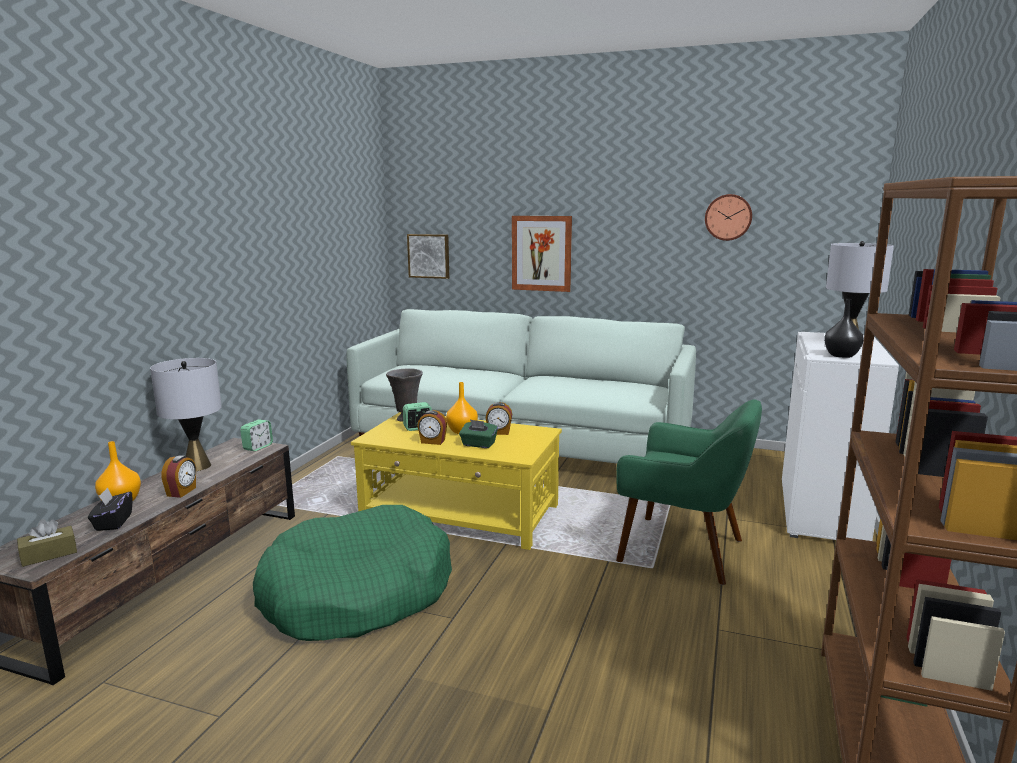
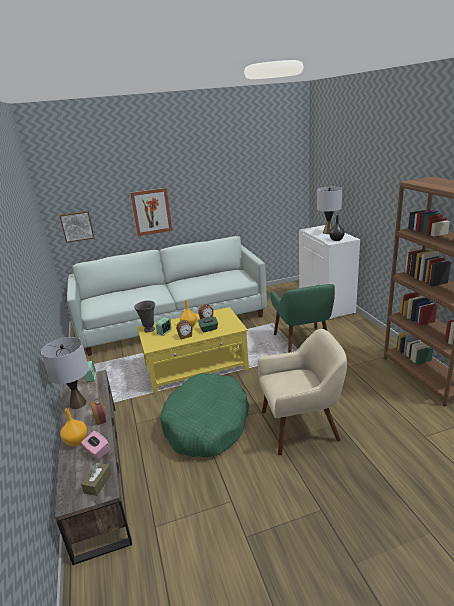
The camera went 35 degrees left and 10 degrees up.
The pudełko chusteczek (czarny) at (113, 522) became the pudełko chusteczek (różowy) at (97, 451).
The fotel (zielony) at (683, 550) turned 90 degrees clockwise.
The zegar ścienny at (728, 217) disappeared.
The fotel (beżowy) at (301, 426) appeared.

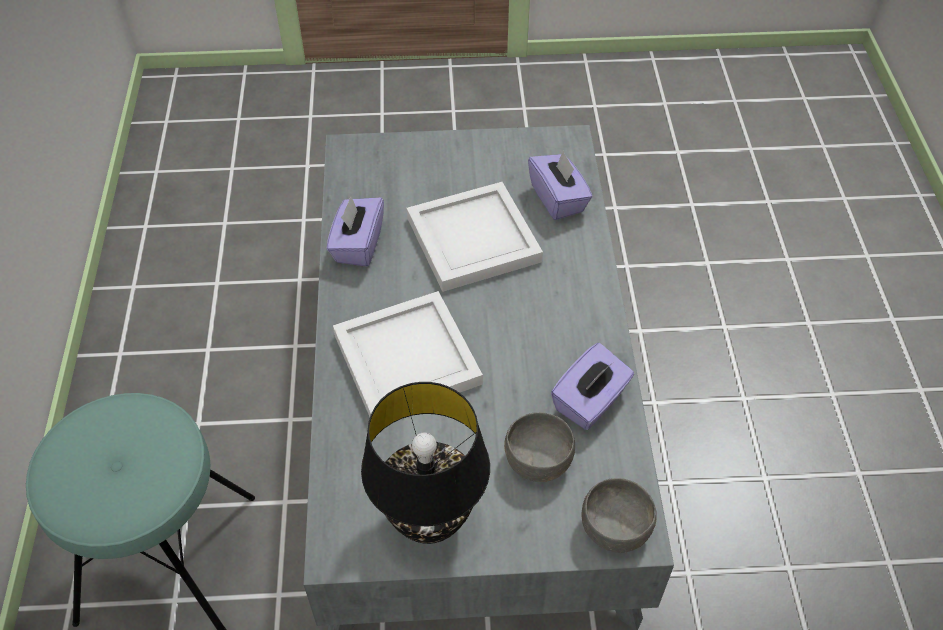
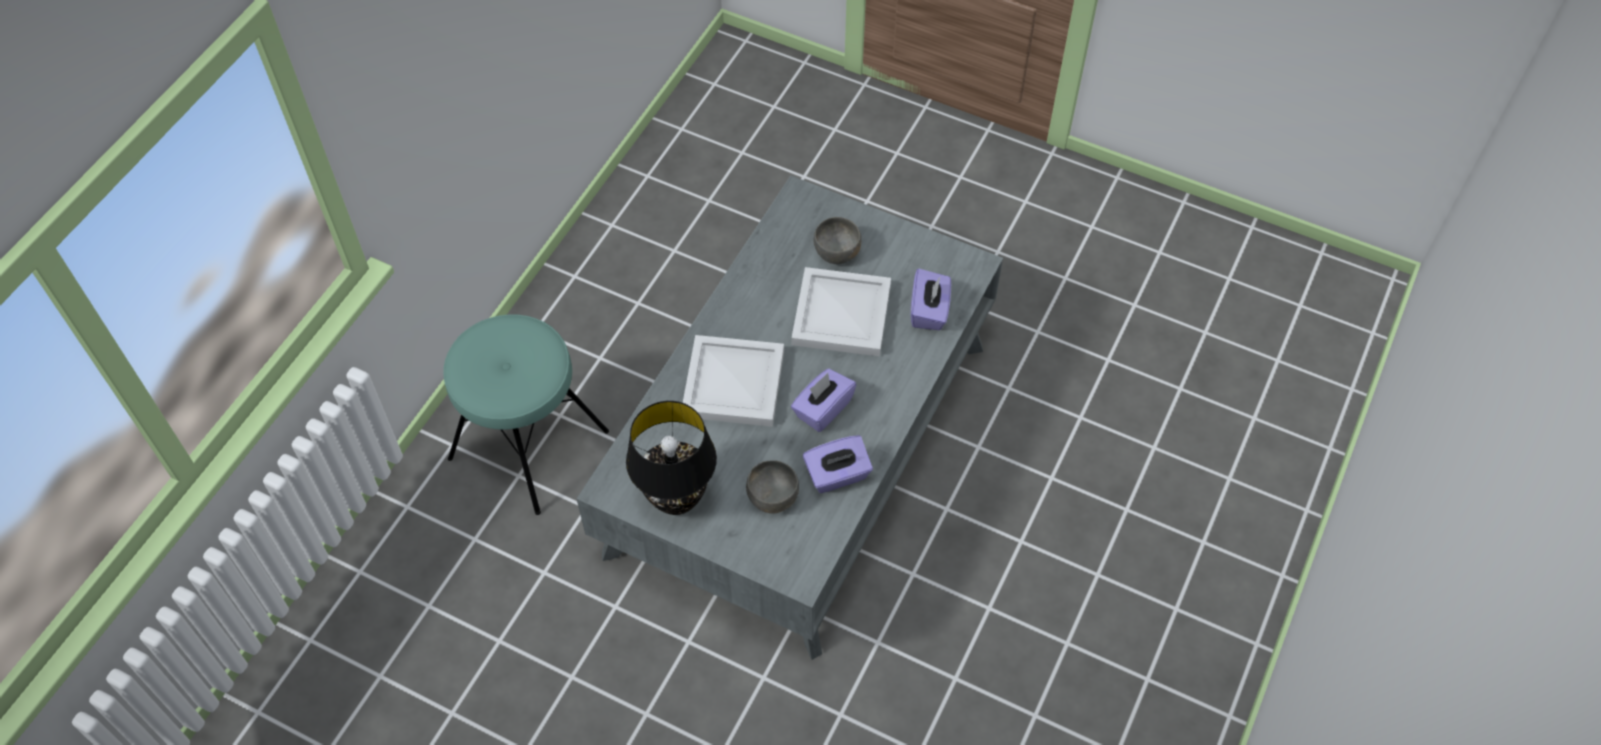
The camera went 30 degrees right and 5 degrees up.
The pudełko chusteczek (fioletowy) moved from (357, 245) to (822, 409).
The miska (szary) moved from (616, 528) to (837, 252).

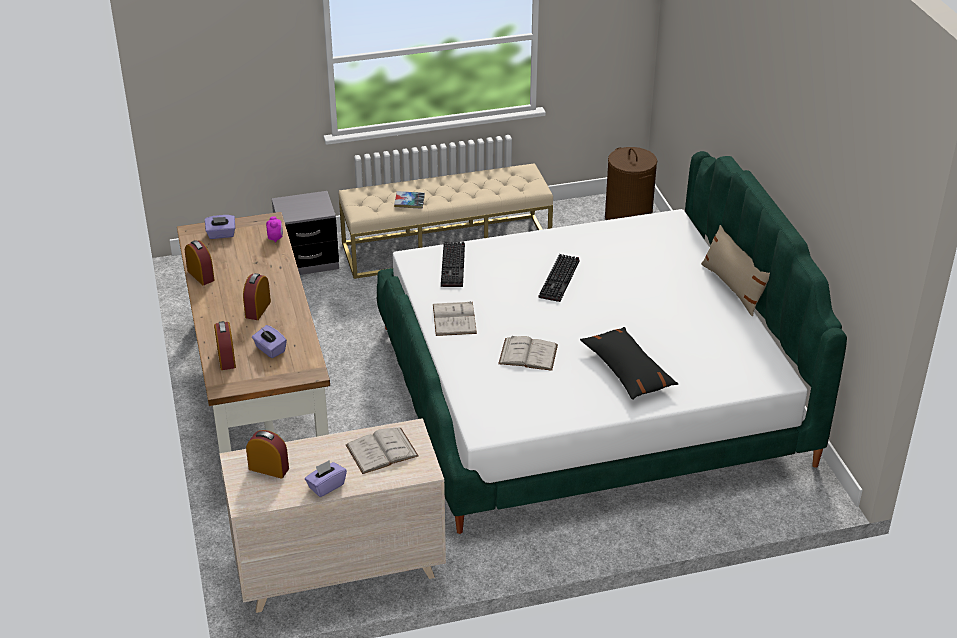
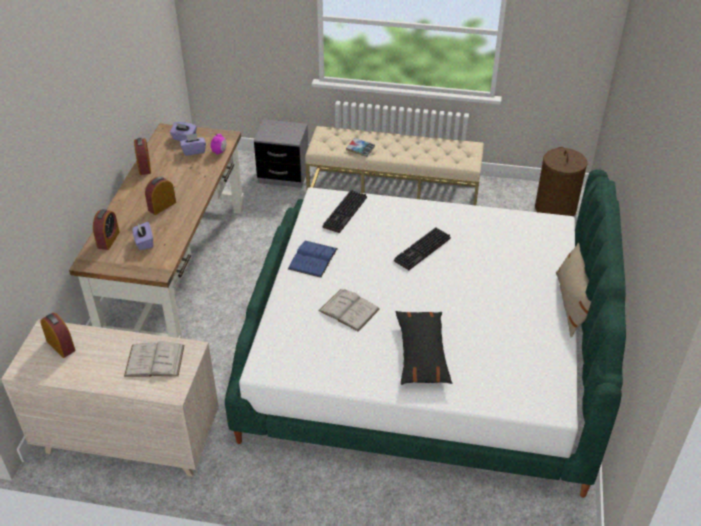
The camera went 25 degrees right and 5 degrees up.
The pudełko chusteczek (fioletowy) moved from (326, 486) to (194, 151).
The książka (biały) at (454, 318) became the książka (niebieski) at (313, 259).

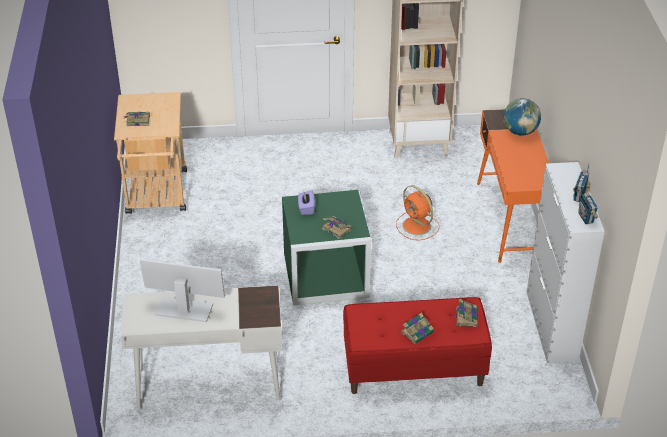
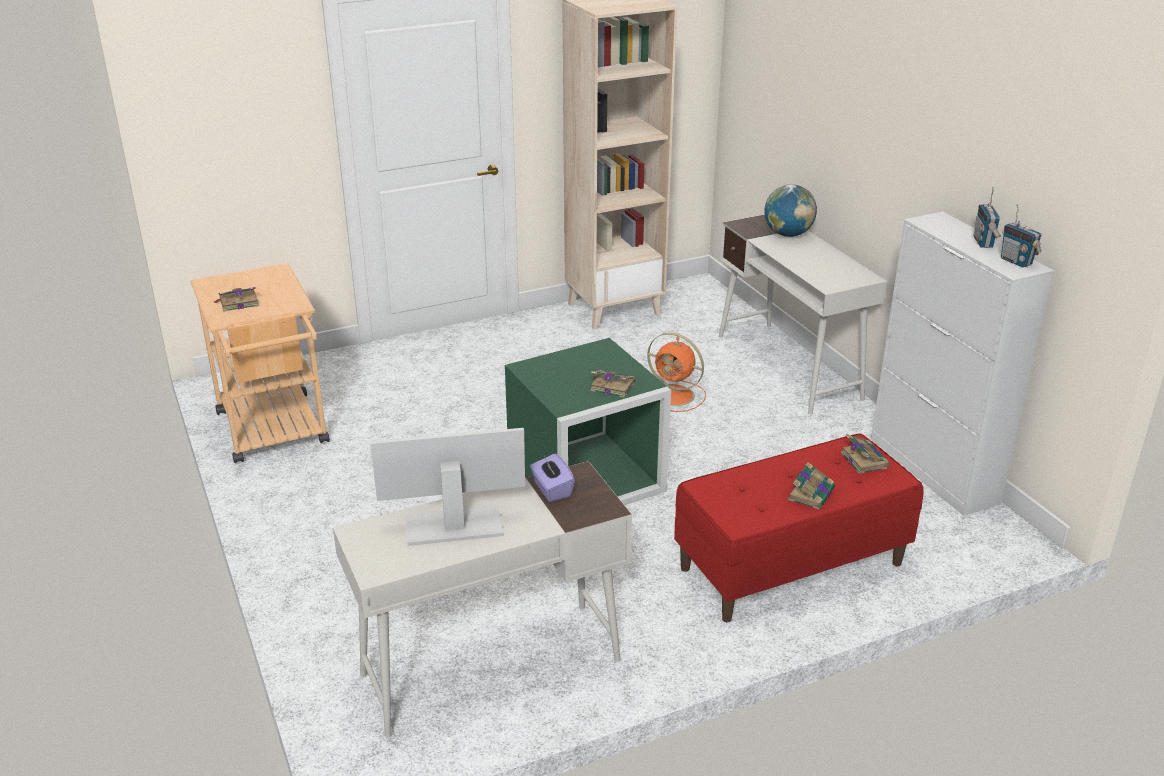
The camera went 20 degrees left and 10 degrees down.
The pudełko chusteczek (fioletowy) moved from (306, 208) to (551, 490).
The biurko (pomarańczowy) at (509, 220) became the biurko (biały) at (788, 367).

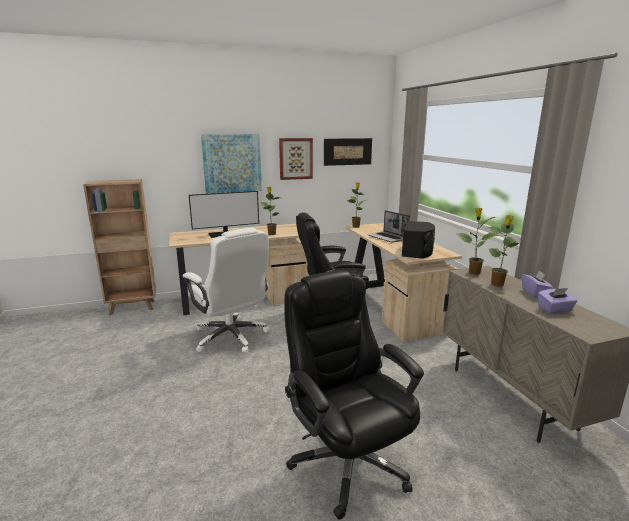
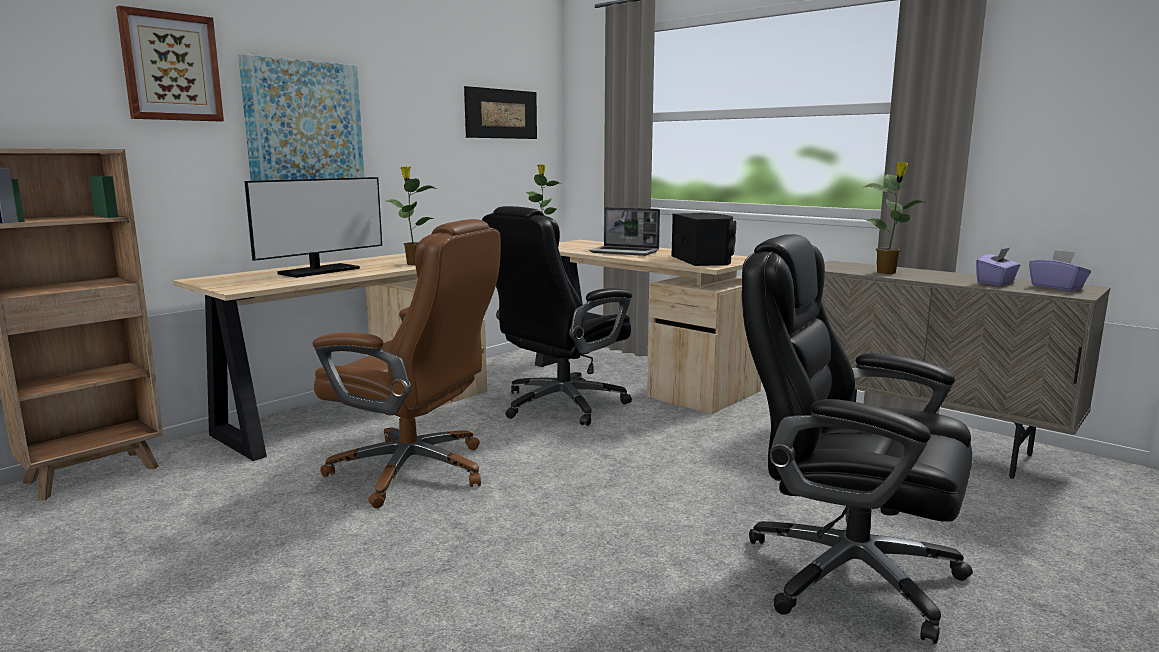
The camera went 30 degrees left and 5 degrees down.
The krzesło biurowe (biały) at (231, 337) became the krzesło biurowe (brązowy) at (414, 471).
The obraz moved from (295, 158) to (171, 67).
The roślina doniczkowa at (473, 272) disappeared.
The pudełko chusteczek (fioletowy) moved from (535, 293) to (1056, 287).

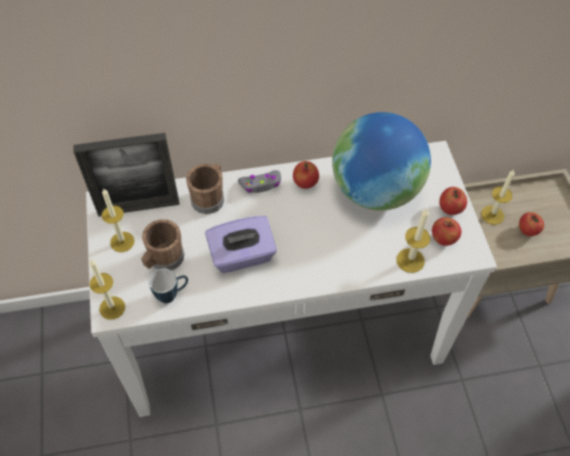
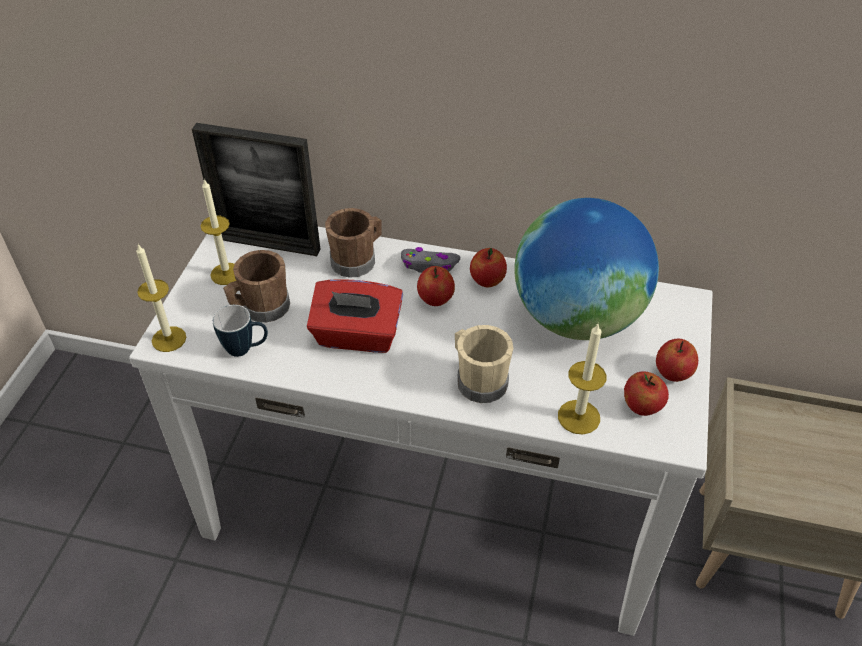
The camera went 25 degrees right and 10 degrees down.
The pudełko chusteczek (fioletowy) at (242, 256) became the pudełko chusteczek (czerwony) at (357, 336).
The świeca at (492, 215) disappeared.
The jabłko moved from (527, 231) to (435, 300).
The kubek (beżowy) at (478, 380) appeared.

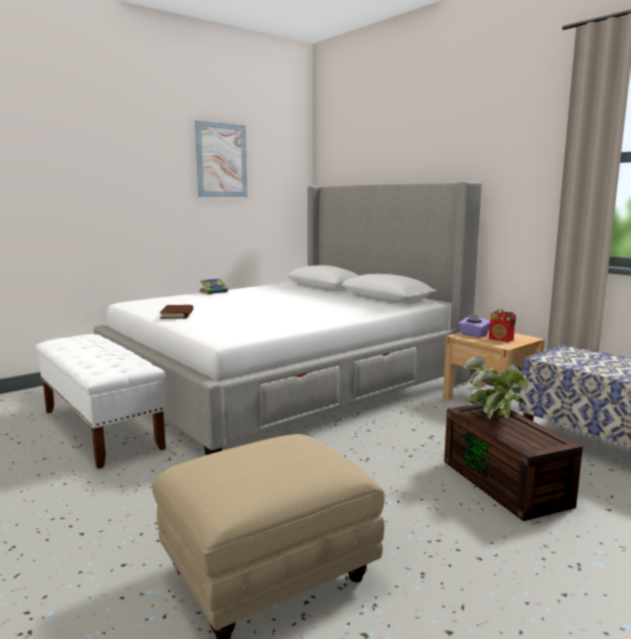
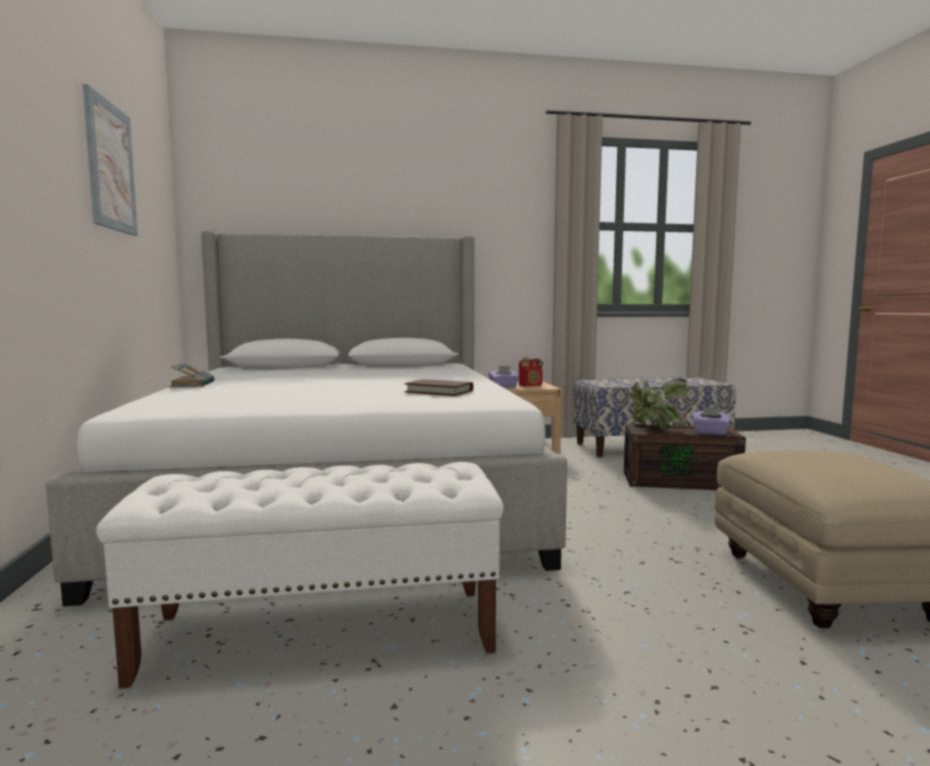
The camera went 60 degrees left and 5 degrees down.
The książka (brązowy) moved from (177, 314) to (439, 391).
The pudełko chusteczek (fioletowy) at (709, 432) appeared.

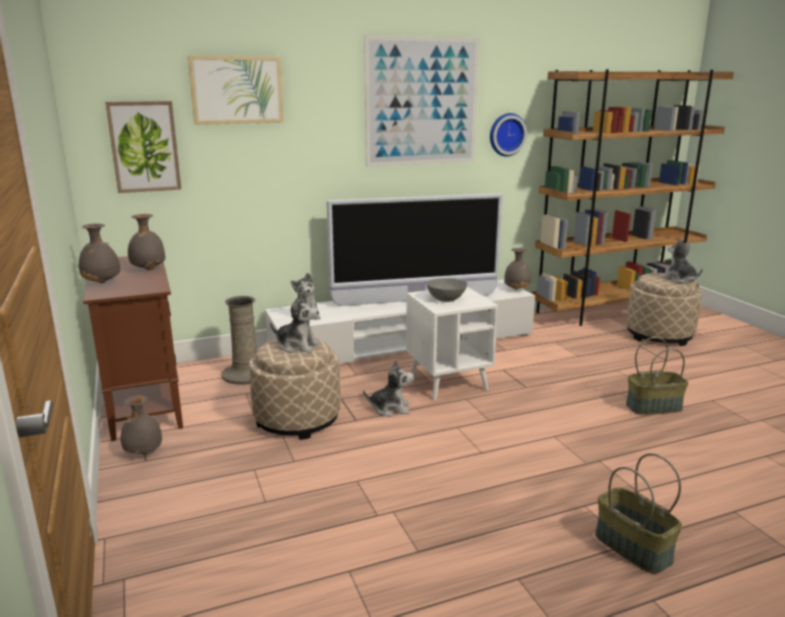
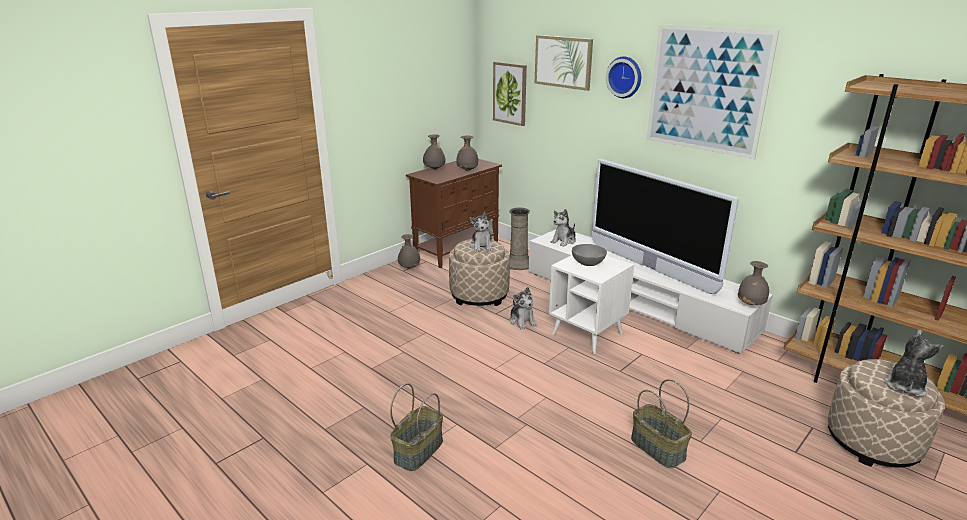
The camera went 65 degrees right and 5 degrees up.
The zegar ścienny moved from (506, 134) to (625, 77).

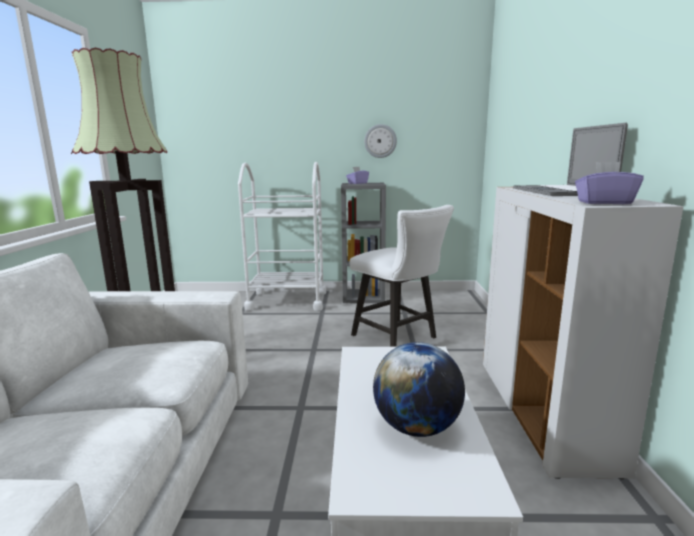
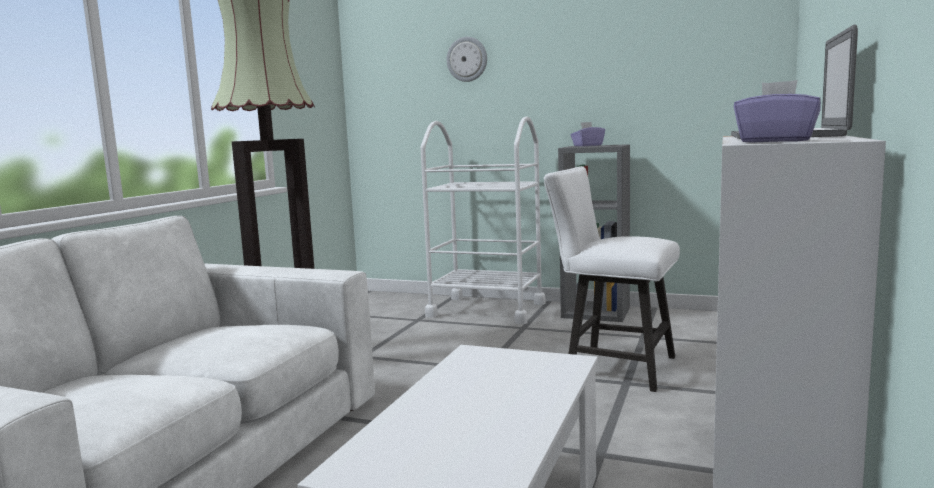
The camera went 20 degrees right and 5 degrees down.
The krzesło (biały) at (398, 338) turned 135 degrees clockwise.
The zegar ścienny moved from (380, 141) to (467, 59).
The globus at (417, 427) disappeared.

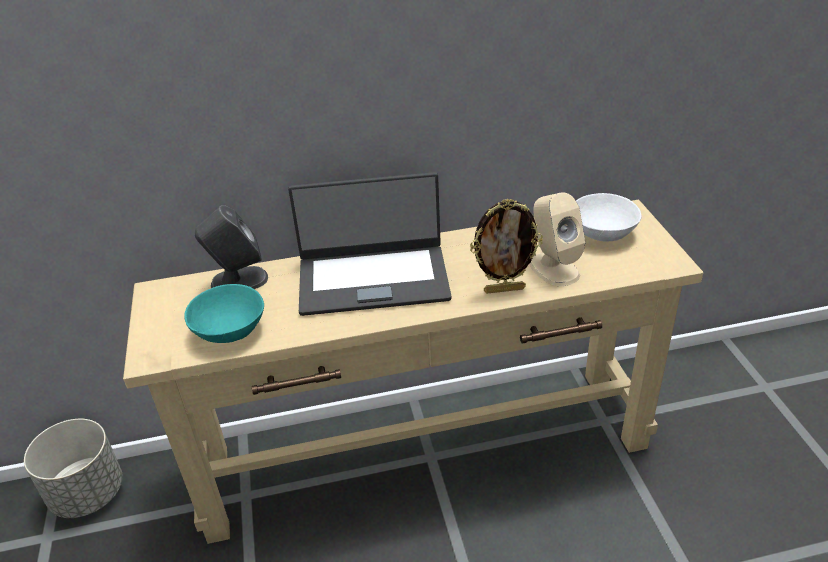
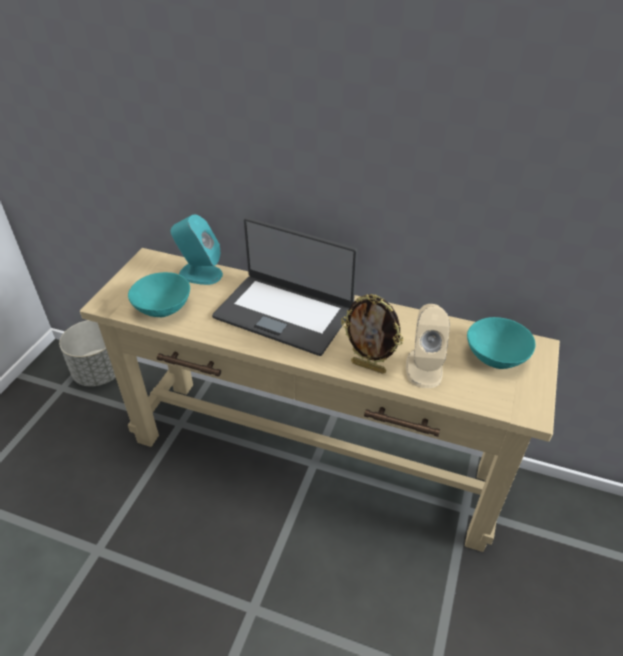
The camera went 30 degrees right and 5 degrees up.
The głośnik (szary) at (238, 281) became the głośnik (turkusowy) at (200, 274).
The miska (biały) at (602, 232) became the miska (turkusowy) at (495, 356).

